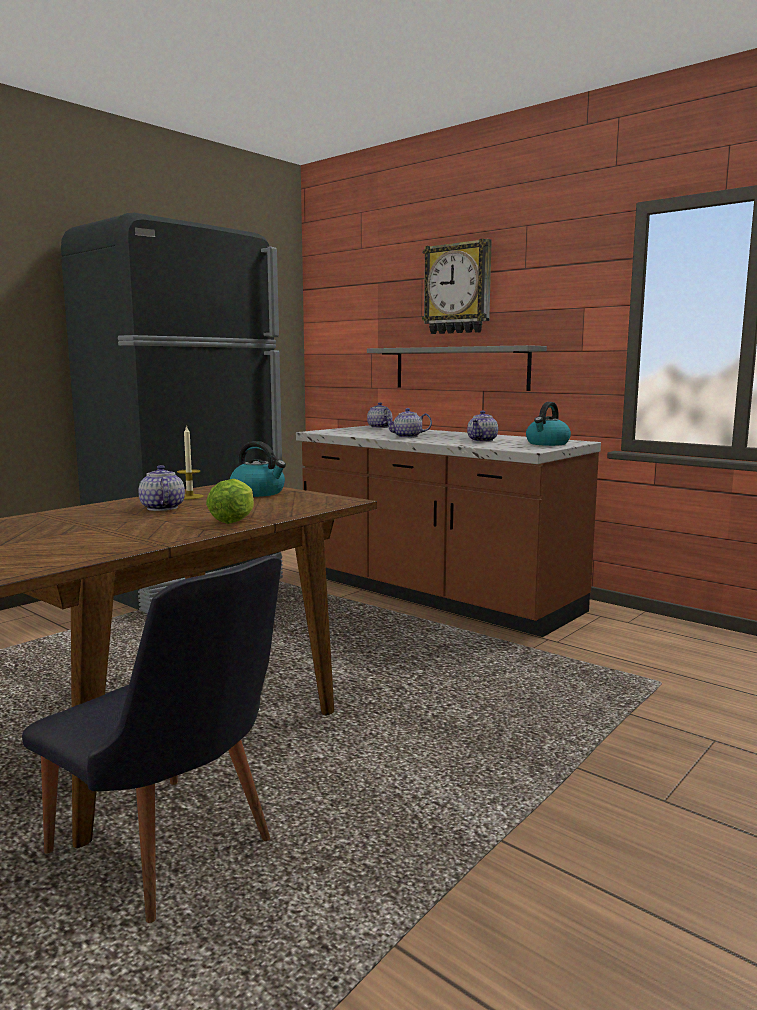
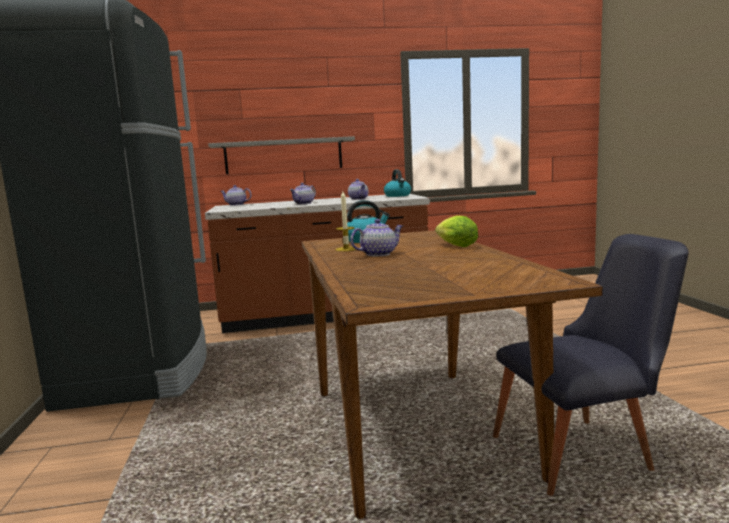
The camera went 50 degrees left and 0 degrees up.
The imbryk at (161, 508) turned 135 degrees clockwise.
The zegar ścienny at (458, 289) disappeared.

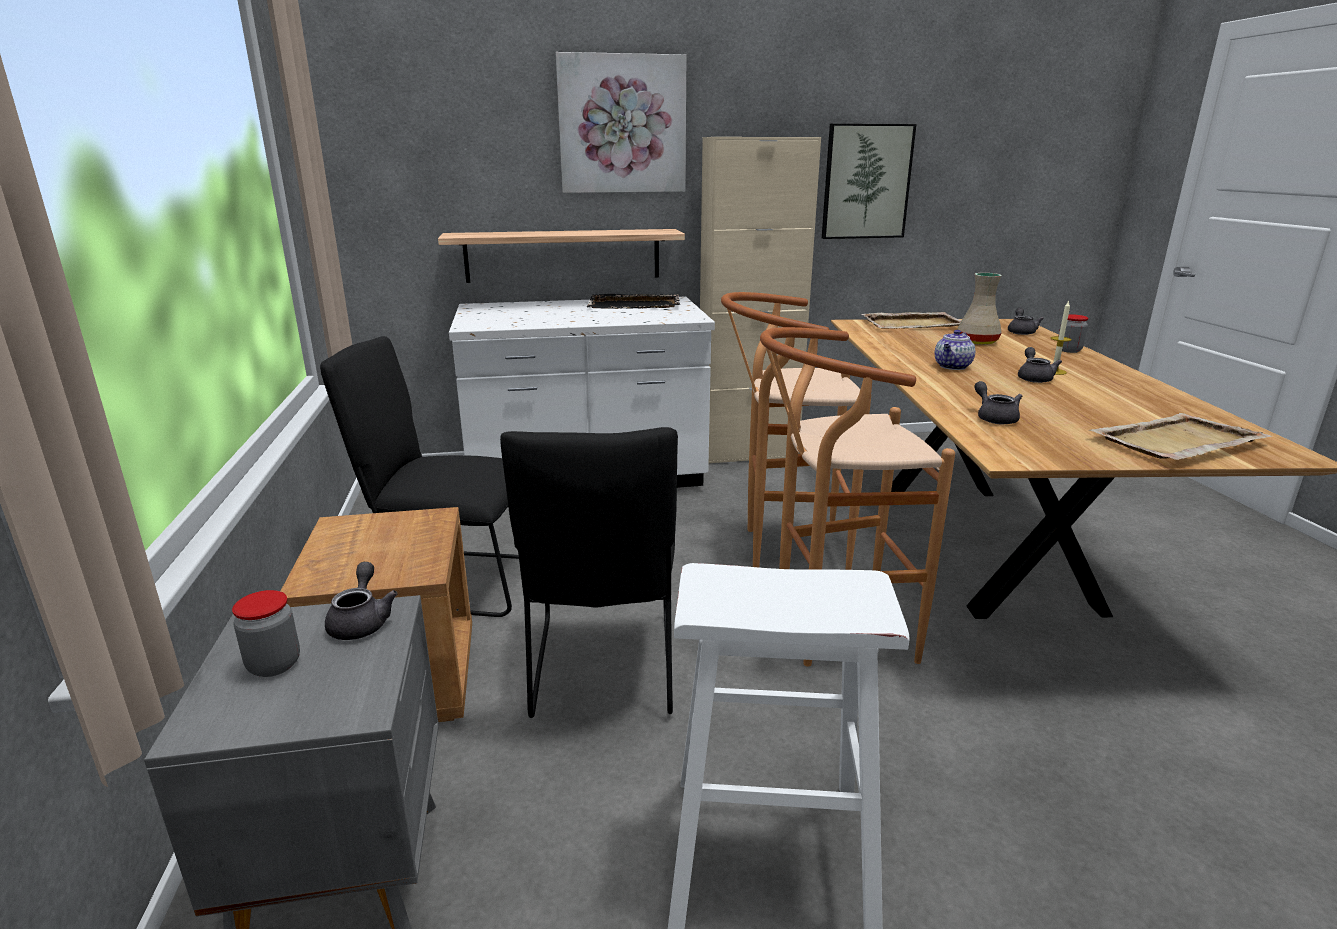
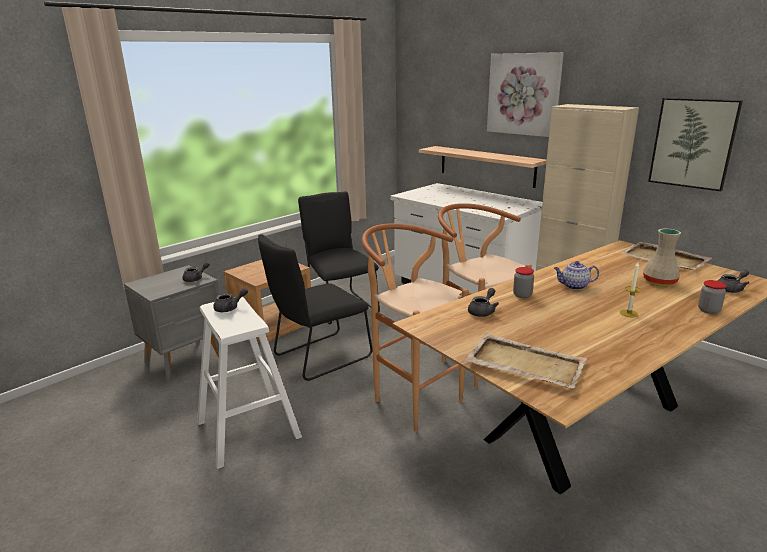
The camera went 55 degrees right and 0 degrees up.
The słoik moved from (274, 665) to (522, 295).
The taca (czarny) at (635, 305) disappeared.
The imbryk (szary) moved from (1034, 378) to (230, 308).

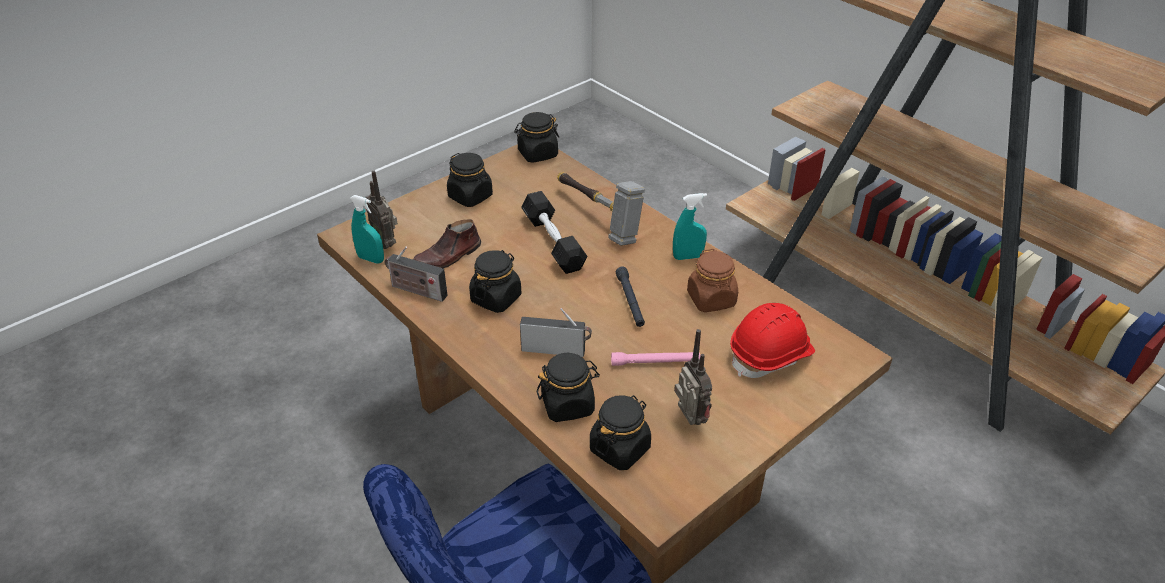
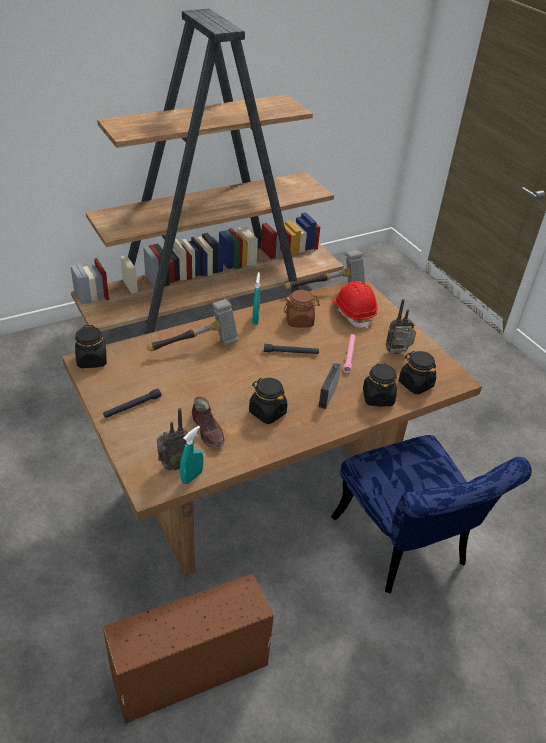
The camera went 80 degrees left and 0 degrees up.
The radio at (416, 290) disappeared.
The słoik (czarny) at (470, 196) was replaced by the latarka (czarny) at (132, 407).
The hantel (czarny) at (553, 242) disappeared.
The pojemnik do przechowywania (brązowy) at (188, 672) appeared.
The młotek at (326, 290) appeared.

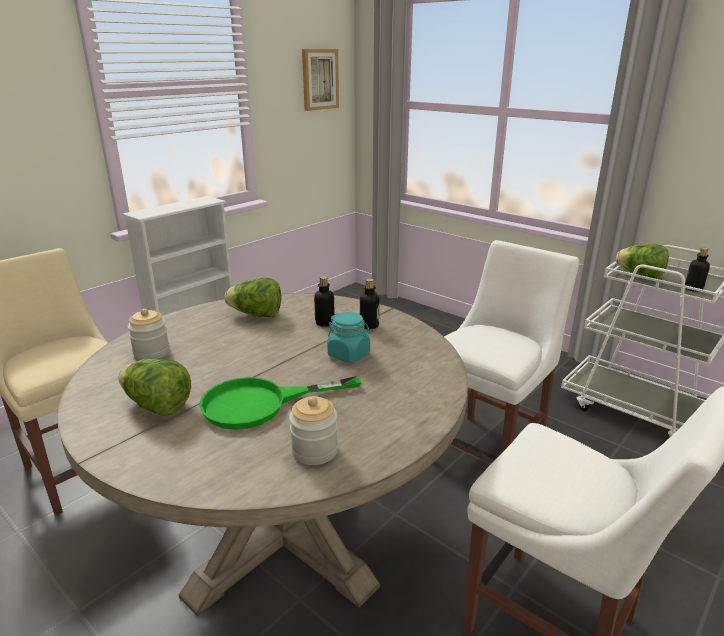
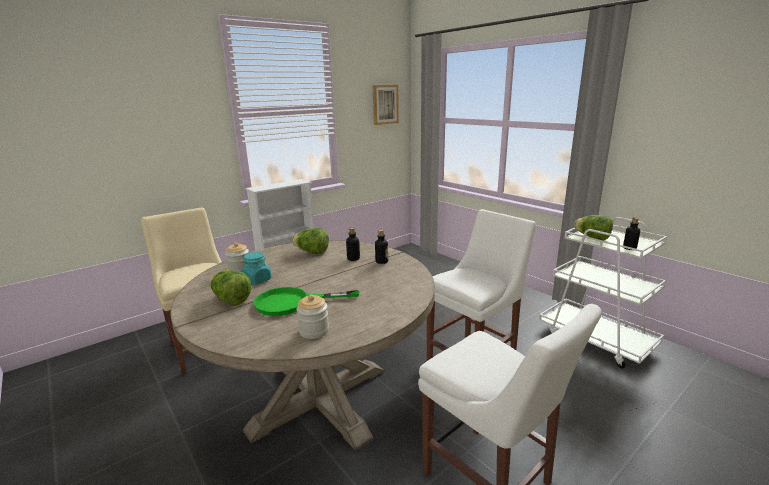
The camera went 10 degrees right and 5 degrees down.
The słoik (turkusowy) moved from (349, 354) to (257, 280).

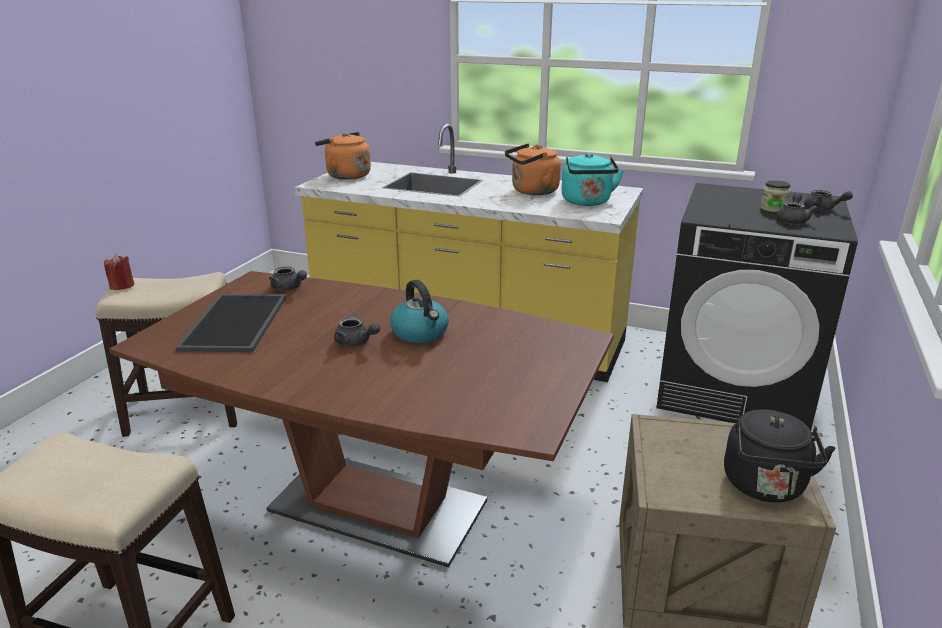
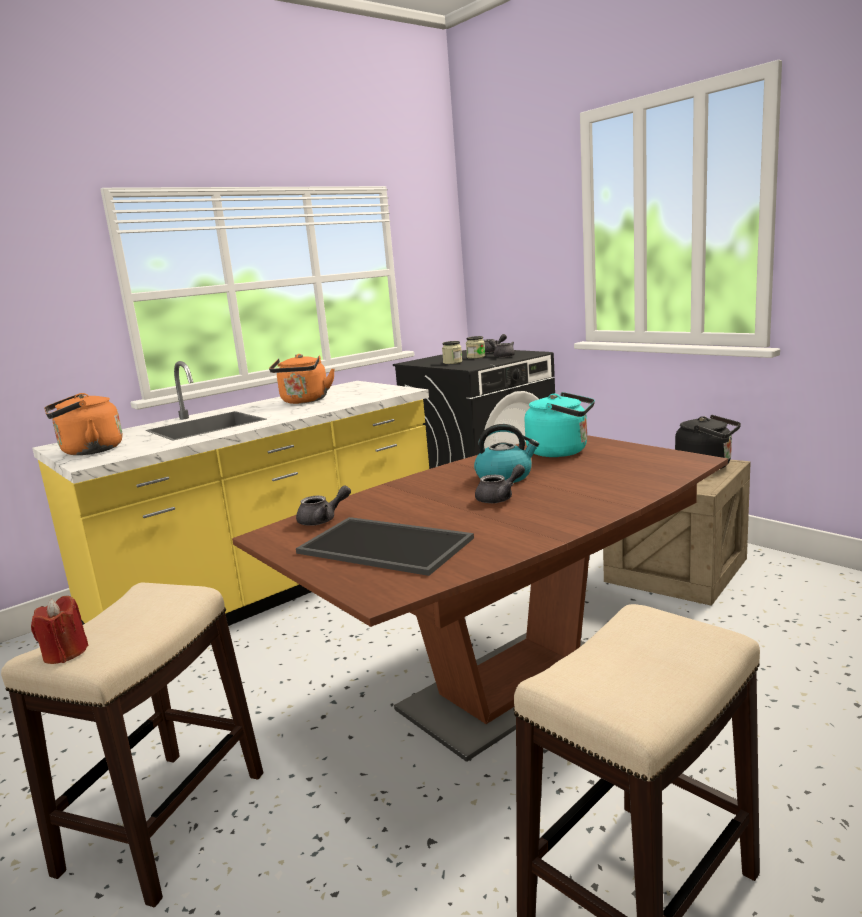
The camera went 60 degrees left and 10 degrees down.
The czajnik (turkusowy) moved from (587, 202) to (561, 452).
The słoik at (452, 362) appeared.

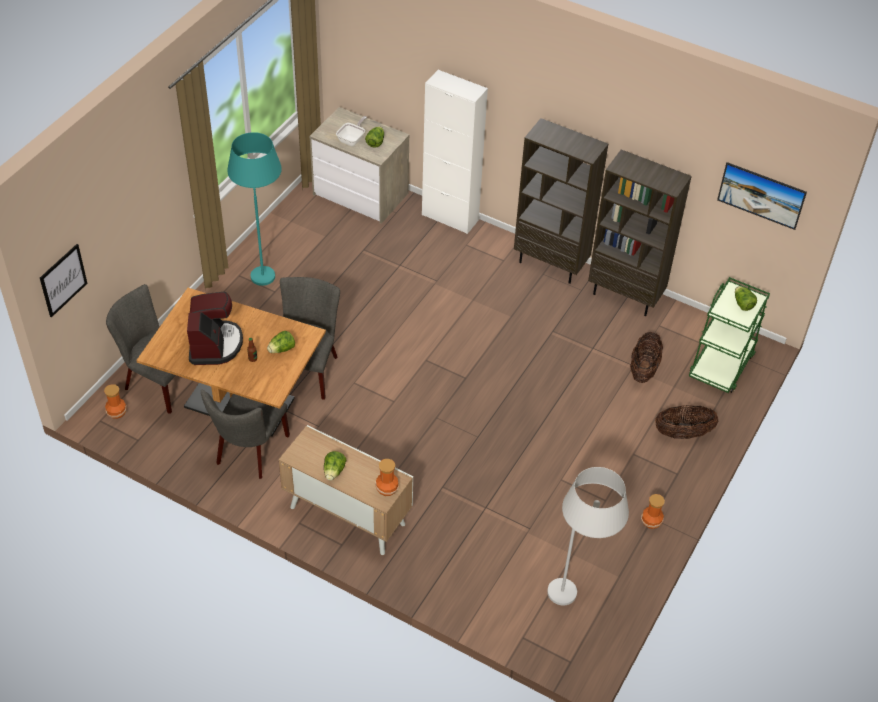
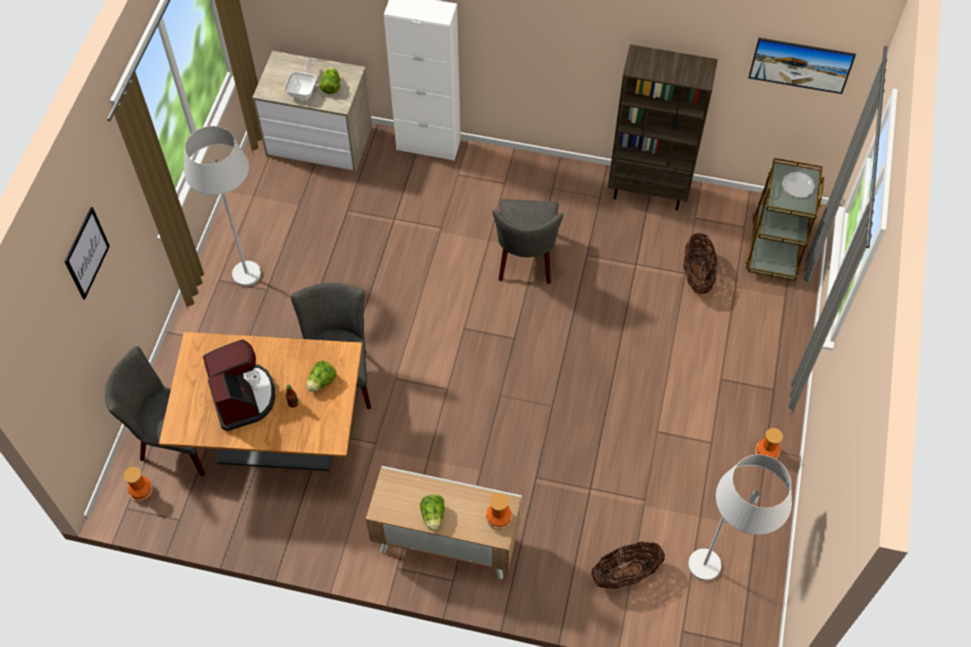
The camera went 15 degrees left and 10 degrees up.
The obraz moved from (63, 280) to (86, 253).
The krzesło (szary) moved from (250, 452) to (526, 261).
The lampa stojąca (turkusowy) at (263, 267) became the lampa stojąca (biały) at (243, 261).
The regał (brązowy) at (551, 264) disappeared.
The koszyk moved from (683, 433) to (625, 574).
The wózek (zielony) at (721, 365) became the wózek (brązowy) at (774, 247).
The sałata at (742, 304) was replaced by the talerz at (798, 186).

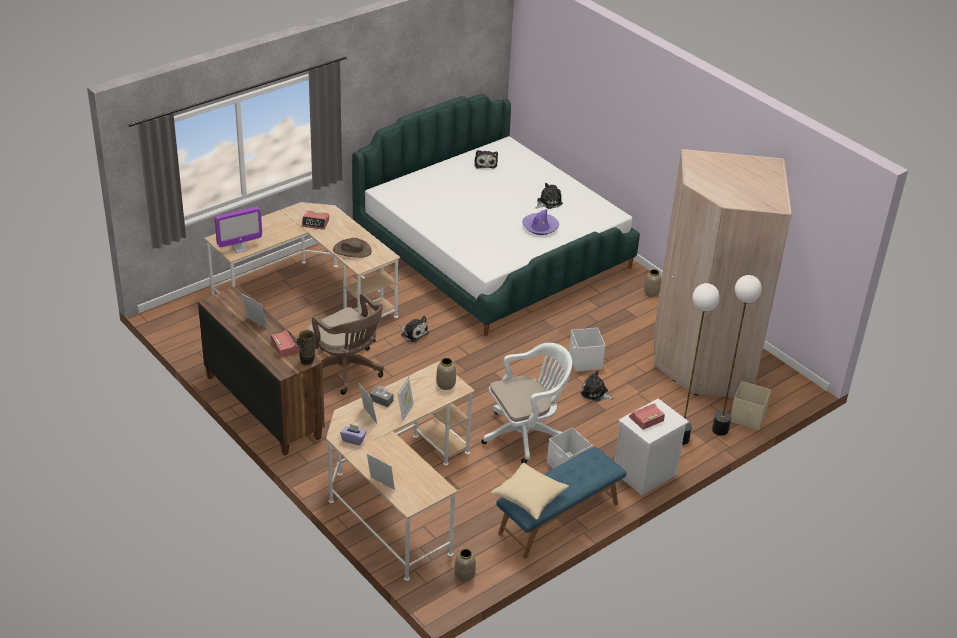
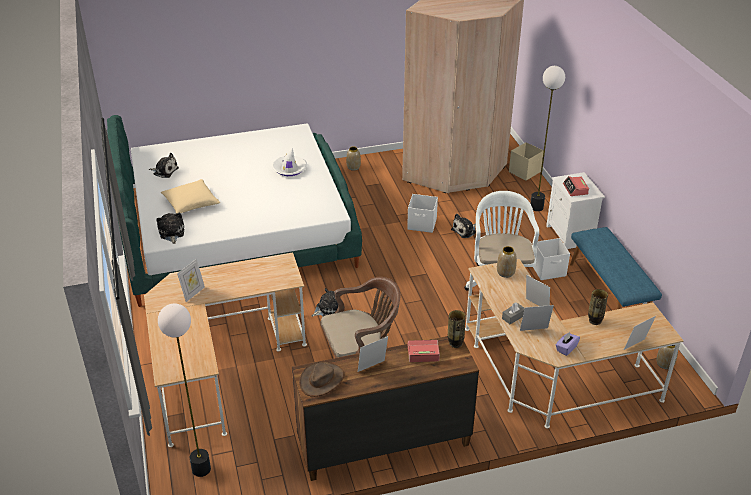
The camera went 65 degrees left and 0 degrees up.
The monitor at (239, 248) disappeared.
The budzik at (315, 223) was replaced by the ramka na zdjęcie at (193, 293).
The kapelusz (brązowy) moved from (352, 250) to (321, 380).
The poduszka (beżowy) moved from (529, 497) to (191, 203).
The kapelusz (fioletowy) at (540, 227) became the kapelusz (biały) at (289, 169).
The pluszak moved from (548, 202) to (171, 233).
The lampa stojąca moved from (720, 429) to (201, 469).
The wazon at (594, 321) appeared.

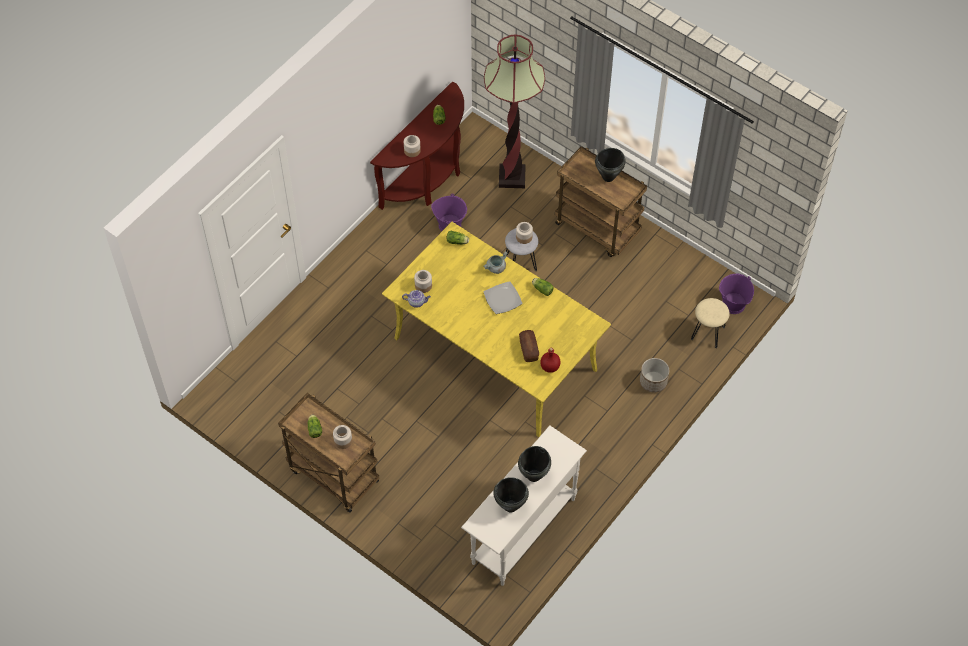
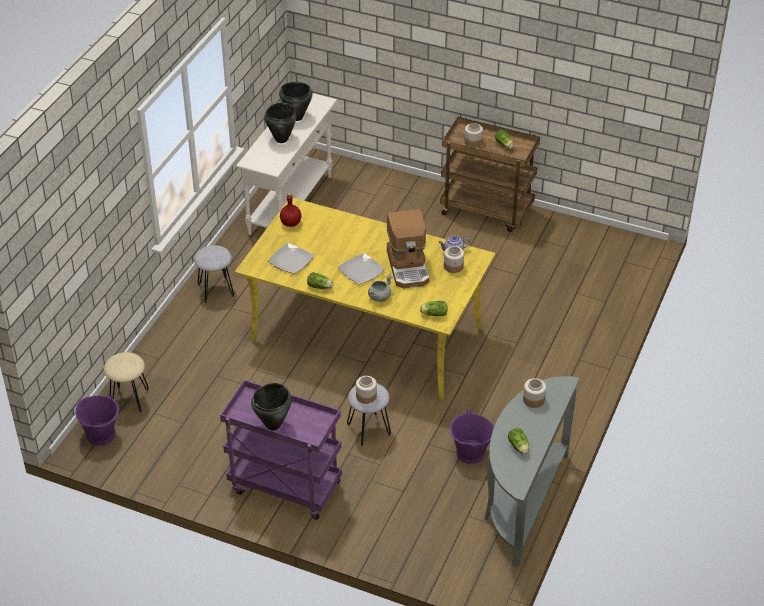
The camera went 165 degrees right and 15 degrees down.
The stolik konsolowy (brązowy) at (428, 179) became the stolik konsolowy (szary) at (522, 502).
The lampa stojąca at (512, 177) disappeared.
The chleb at (528, 349) disappeared.
The wózek (brązowy) at (598, 228) became the wózek (fioletowy) at (284, 487).
The donica at (653, 381) disappeared.
The stołek (szary) at (216, 289) appeared.
The talerz at (291, 260) appeared.
The ekspres do kawy at (408, 267) appeared.

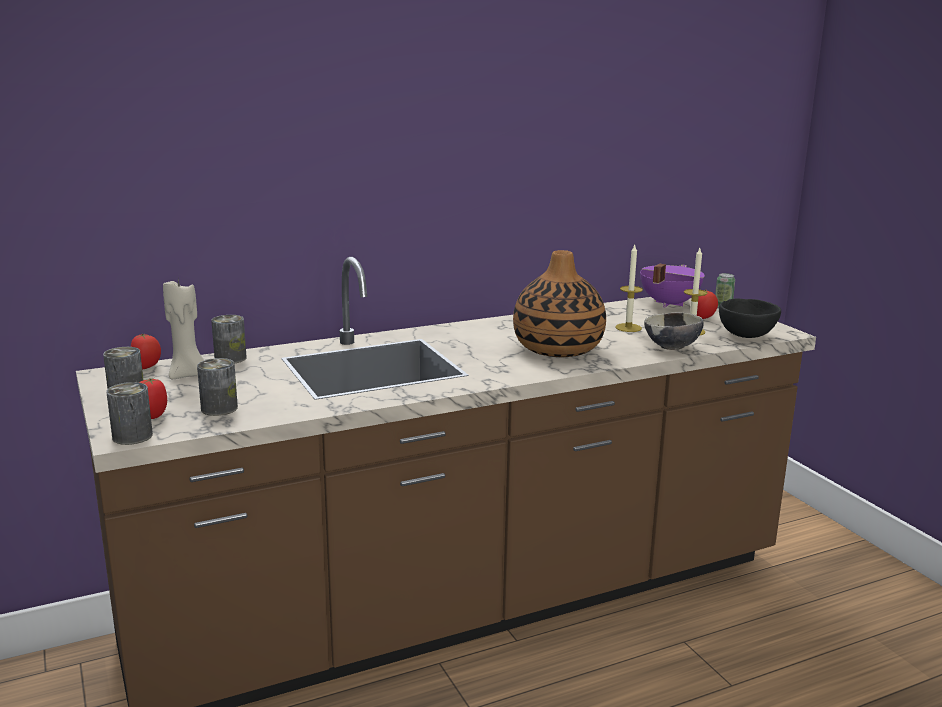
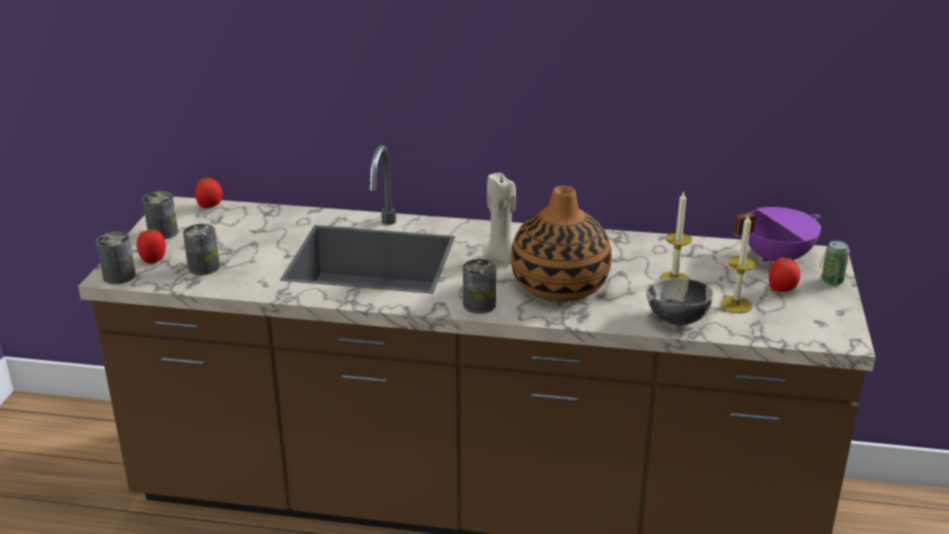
The camera went 35 degrees right and 10 degrees up.
The świeca (beżowy) moved from (188, 375) to (501, 259).
The puszka moved from (230, 358) to (479, 305).
The miska (czarny) at (746, 335) disappeared.

